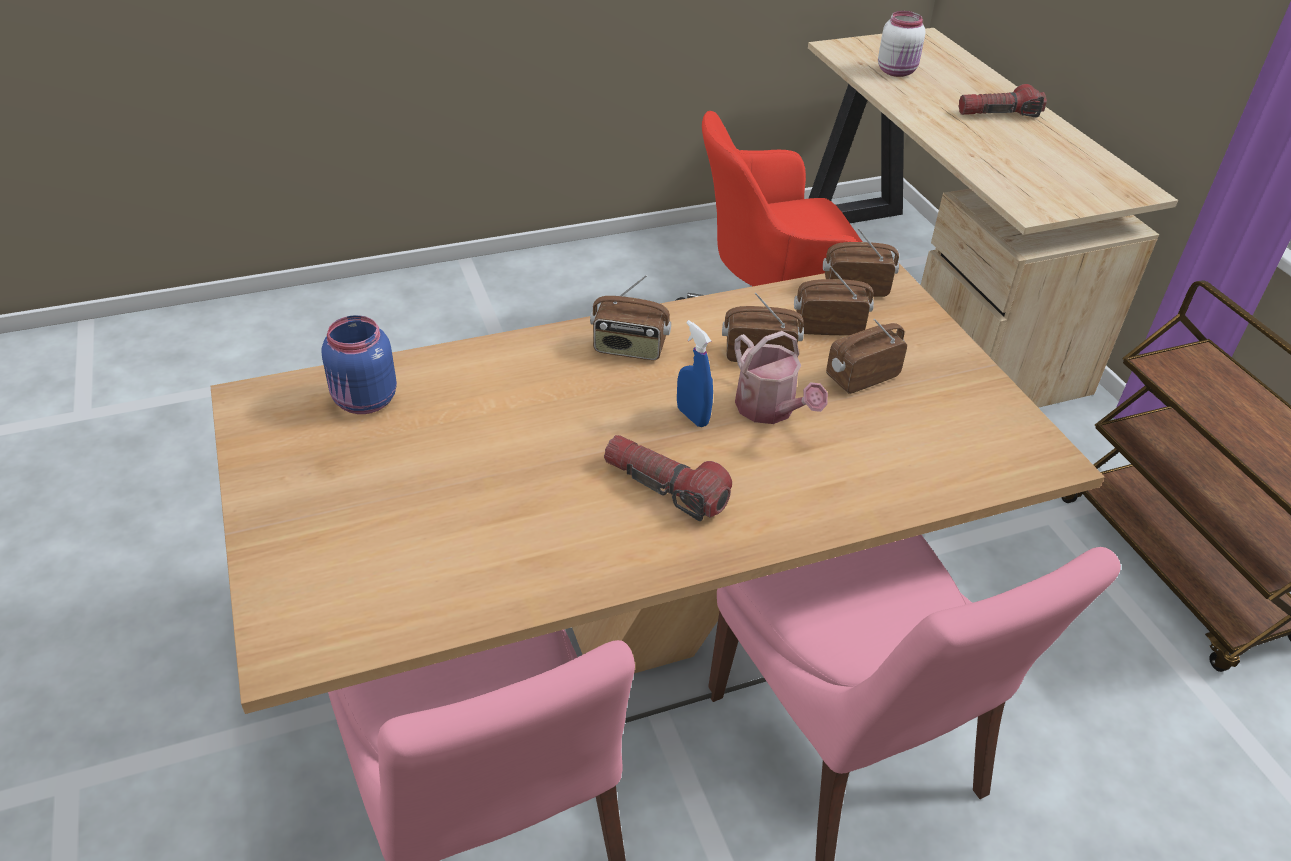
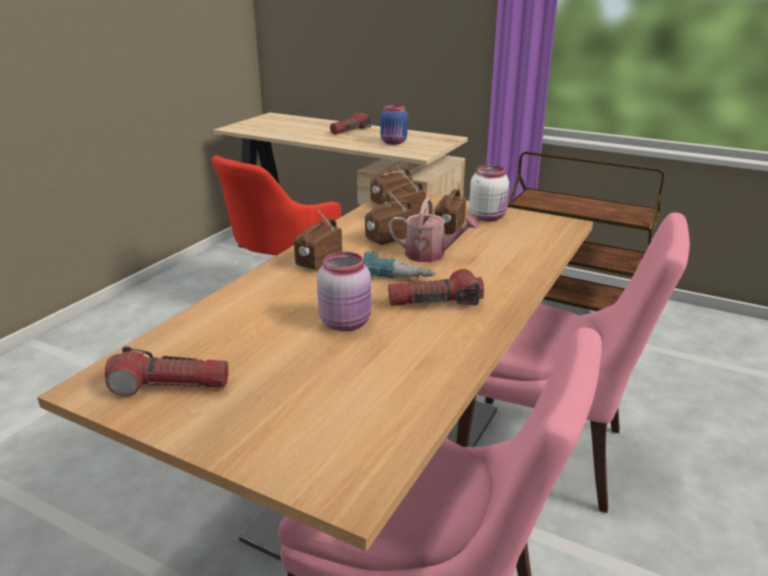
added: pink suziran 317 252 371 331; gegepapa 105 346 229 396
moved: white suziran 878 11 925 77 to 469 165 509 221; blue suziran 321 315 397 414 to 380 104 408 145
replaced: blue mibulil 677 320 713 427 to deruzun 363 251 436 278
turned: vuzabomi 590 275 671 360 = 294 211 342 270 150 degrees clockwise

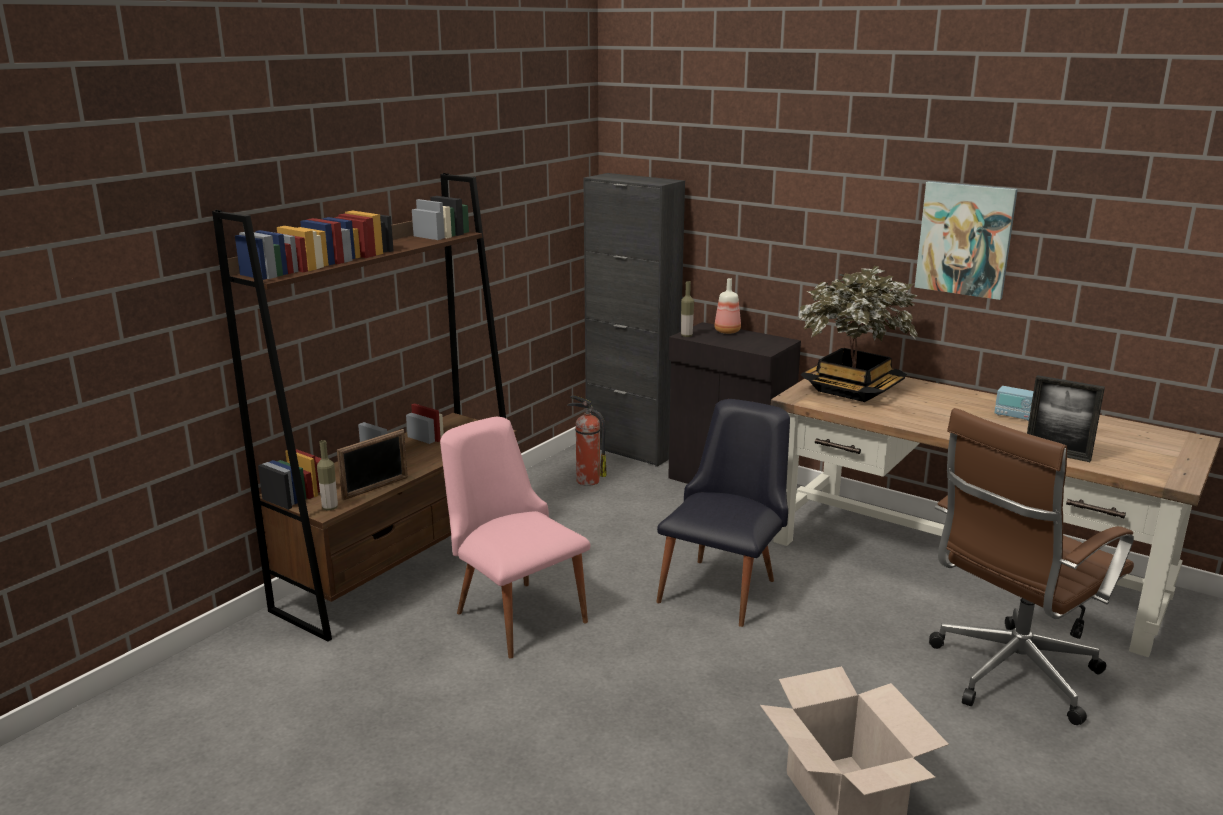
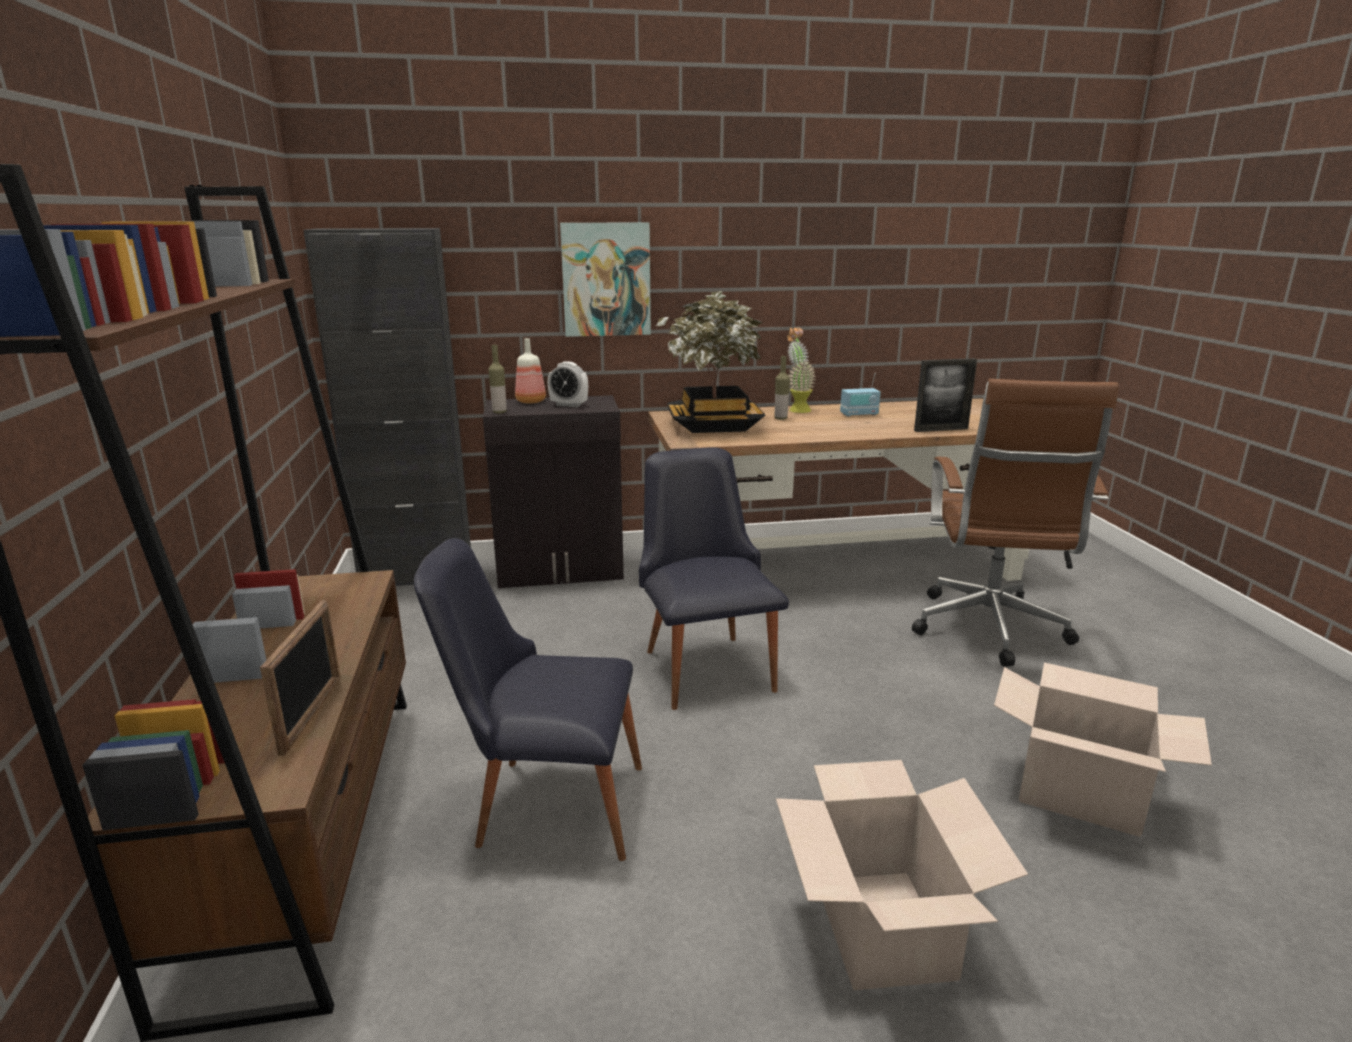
removed: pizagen 567 395 607 486
added: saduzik 787 327 816 413; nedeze 548 361 588 407; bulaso 776 760 1028 990
moved: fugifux 915 181 1018 300 to 560 223 651 337; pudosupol 317 440 338 510 to 775 356 790 420
recoloured: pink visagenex 440 417 590 658 to black visagenex 414 538 642 861

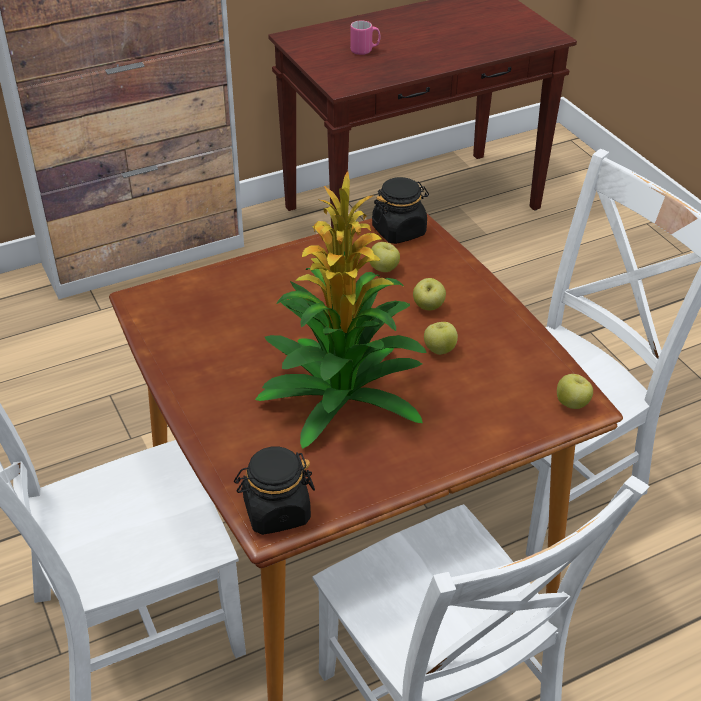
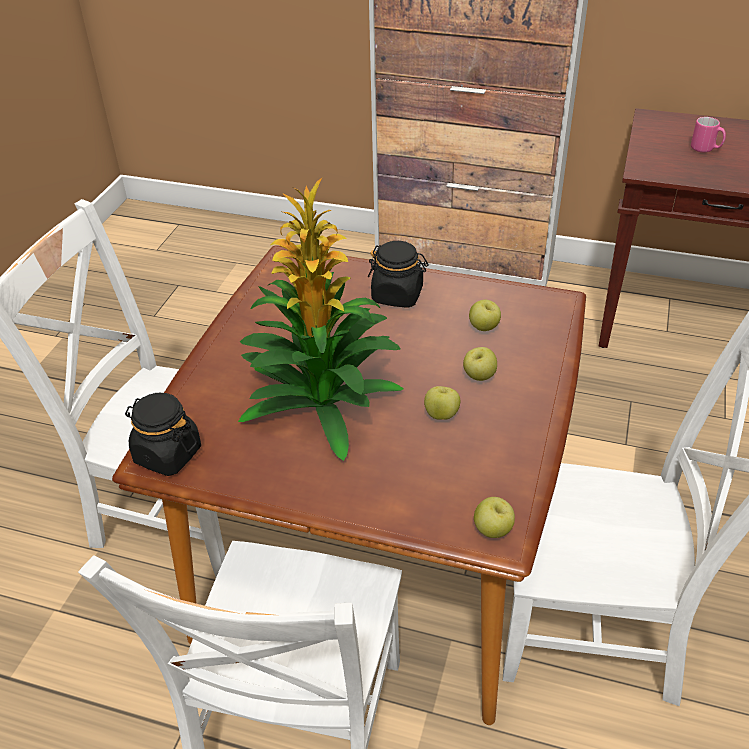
moved: black suziran 372 177 429 244 to 368 241 429 308

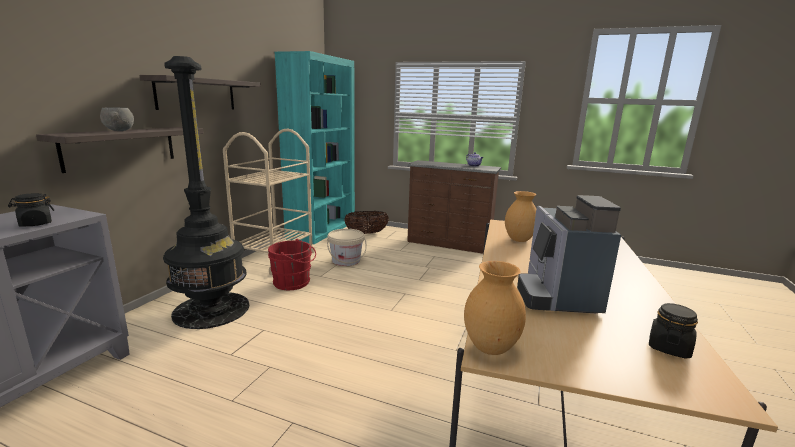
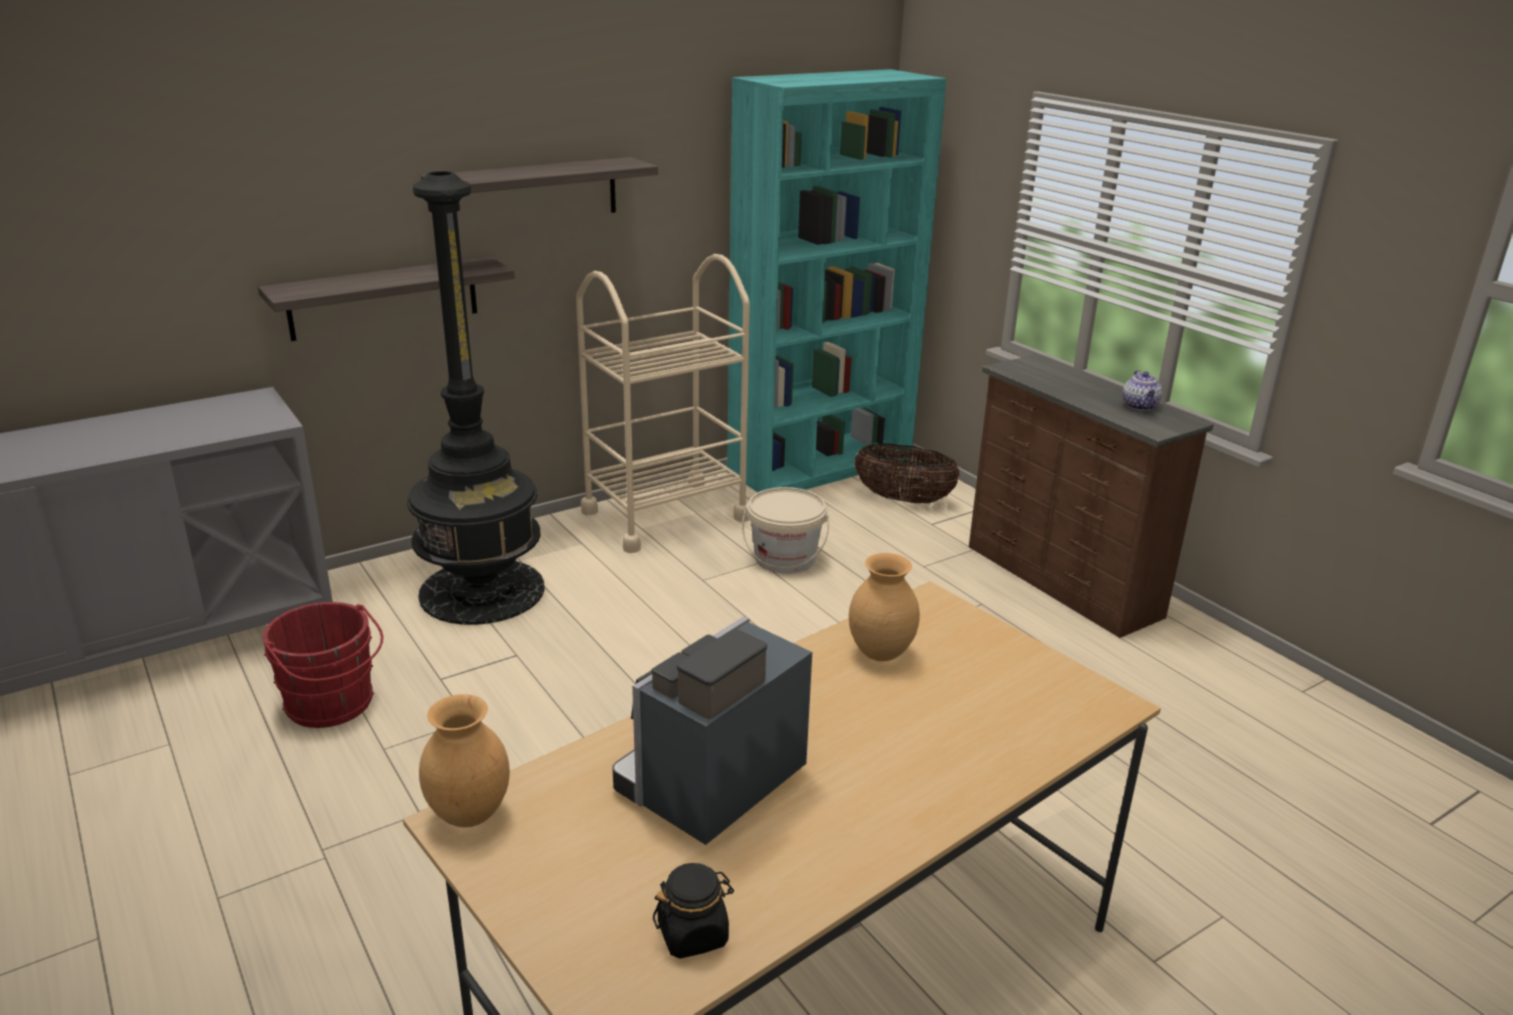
removed: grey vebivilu 100 108 134 131; black suziran 8 193 54 227
moved: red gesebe 268 239 316 290 to 263 602 383 728

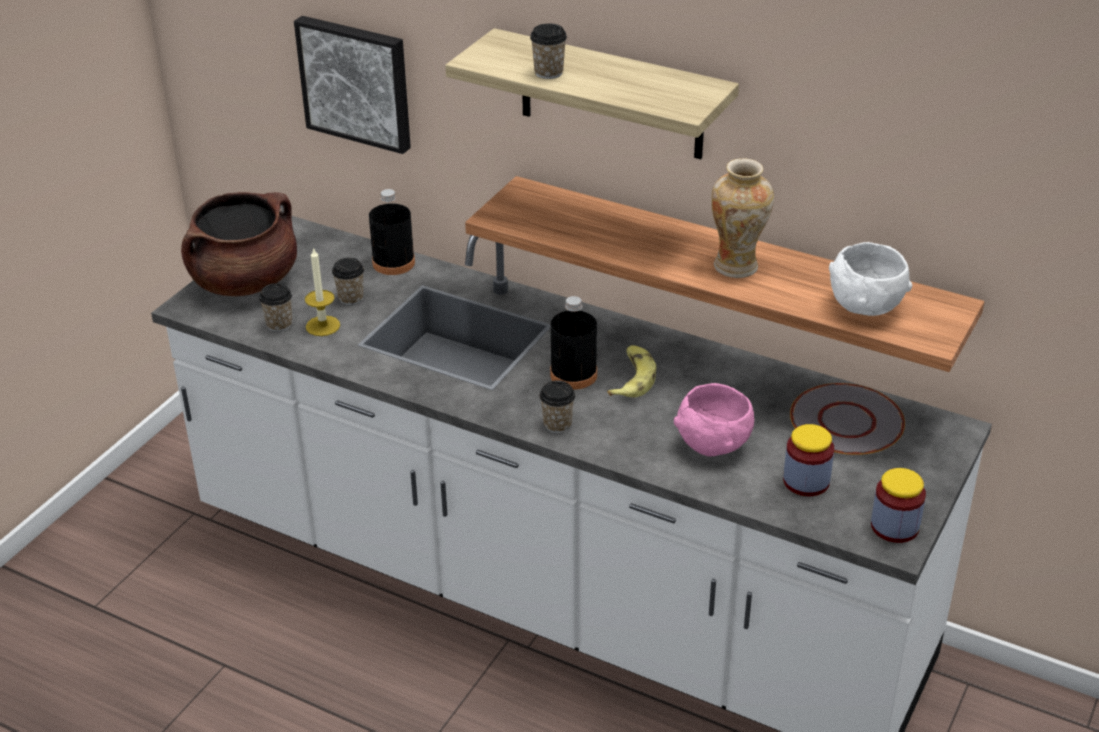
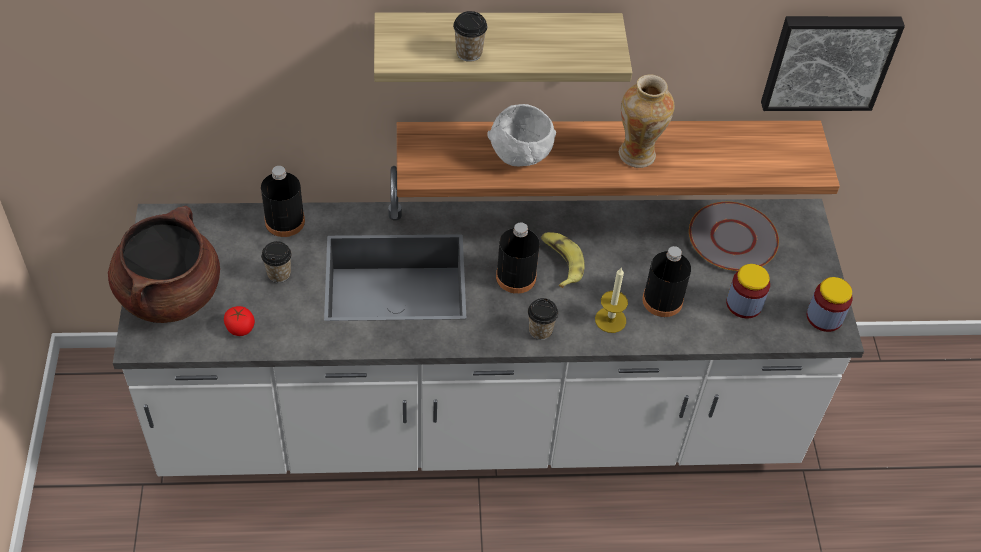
moved: fugifux 294 16 411 154 to 761 16 905 111; white vebivilu 829 242 912 316 to 487 104 556 166; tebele 305 247 340 336 to 595 268 628 333
replaced: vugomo 259 283 292 332 to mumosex 224 306 255 336; pink vebivilu 674 383 754 456 to black pudosupol 642 246 691 317

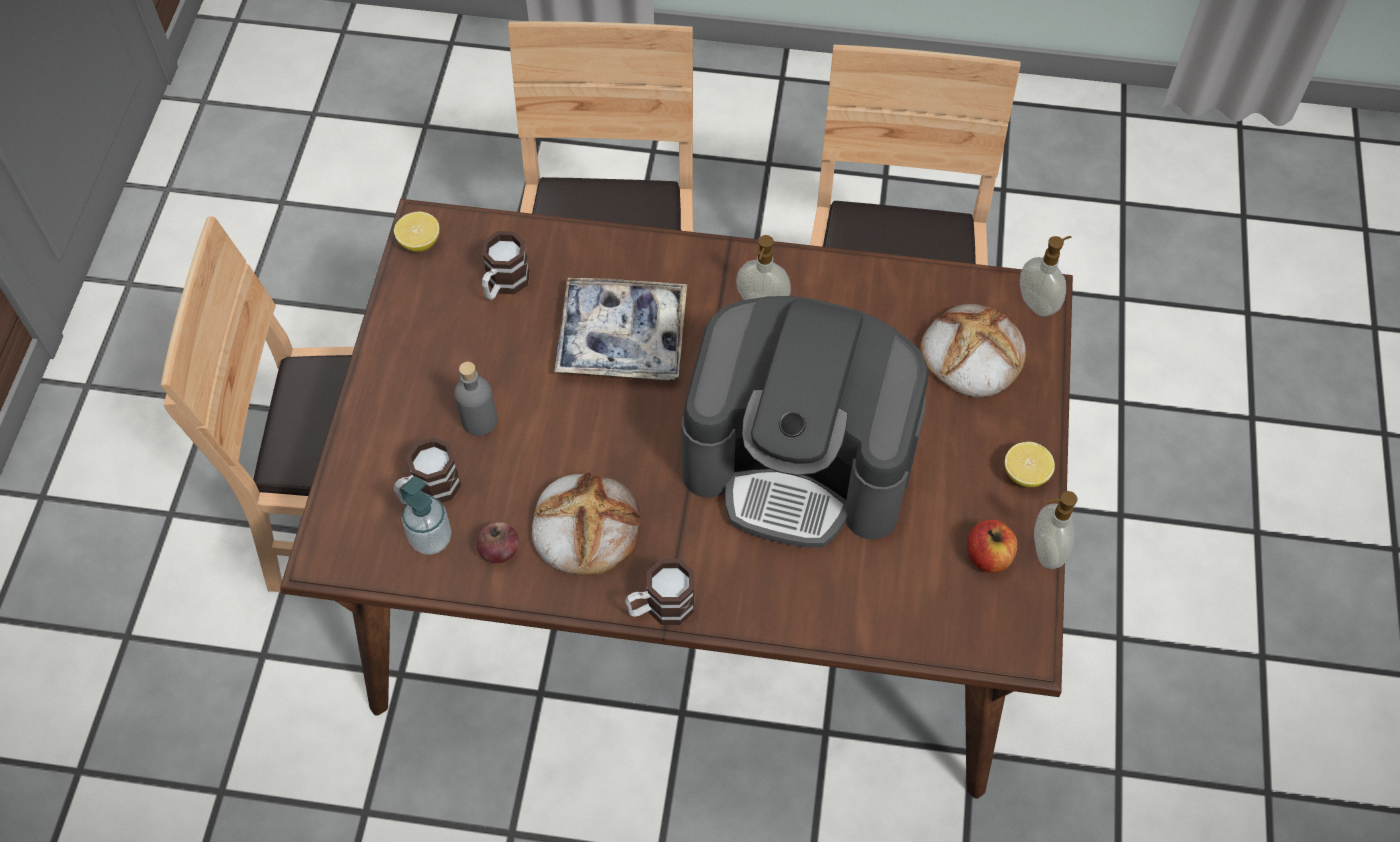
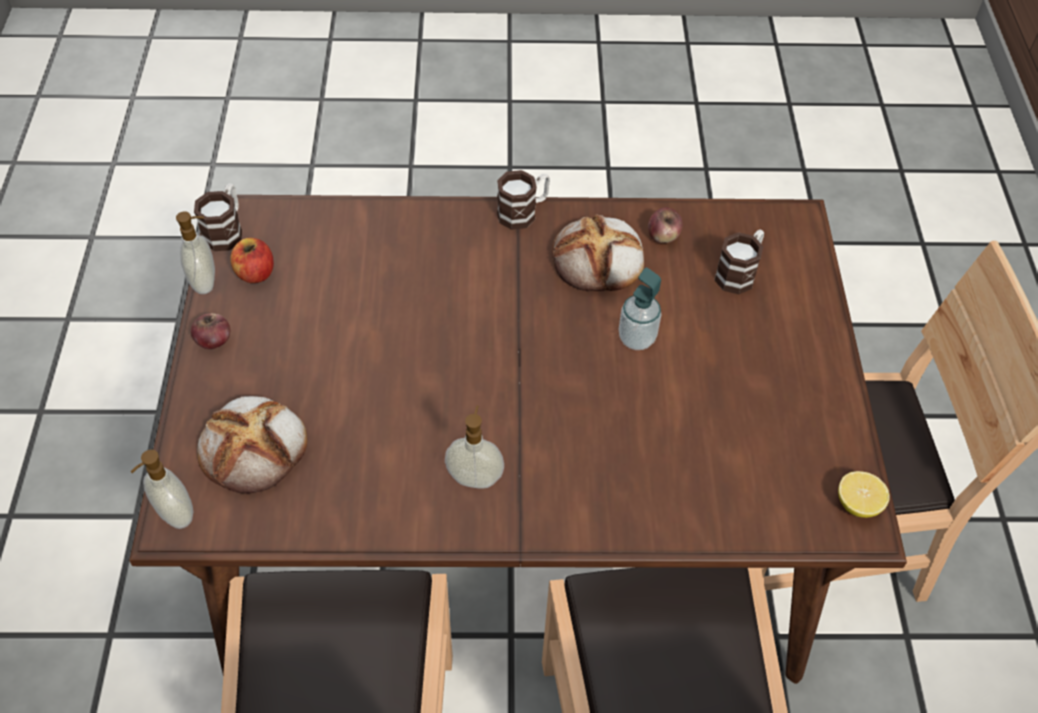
removed: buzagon 554 278 687 380; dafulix 681 296 929 548; grey pudosupol 454 362 497 436
moved: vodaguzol 482 231 530 300 to 194 184 242 251; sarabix 400 476 452 555 to 619 268 661 350
replaced: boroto 1005 442 1055 487 to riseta 191 313 230 349

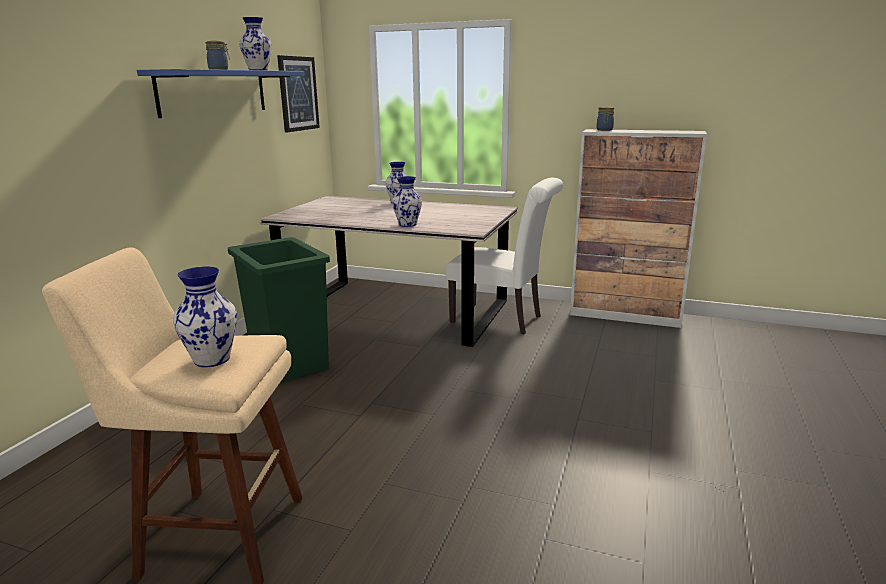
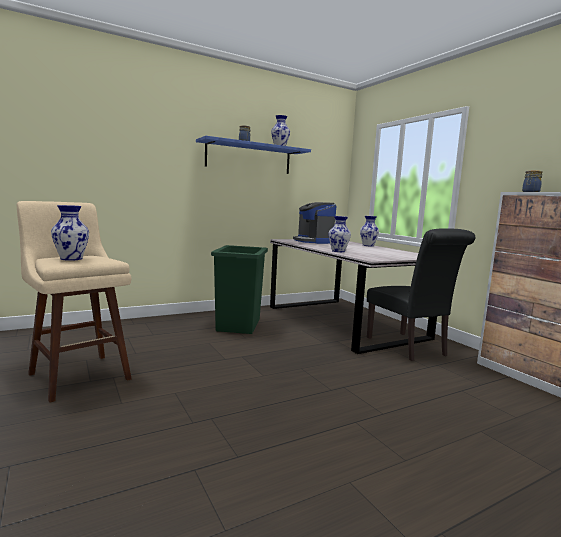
removed: fugifux 277 55 320 132
added: dafulix 293 202 337 244
recoloured: white visagenex 446 178 563 335 to black visagenex 367 228 475 361

